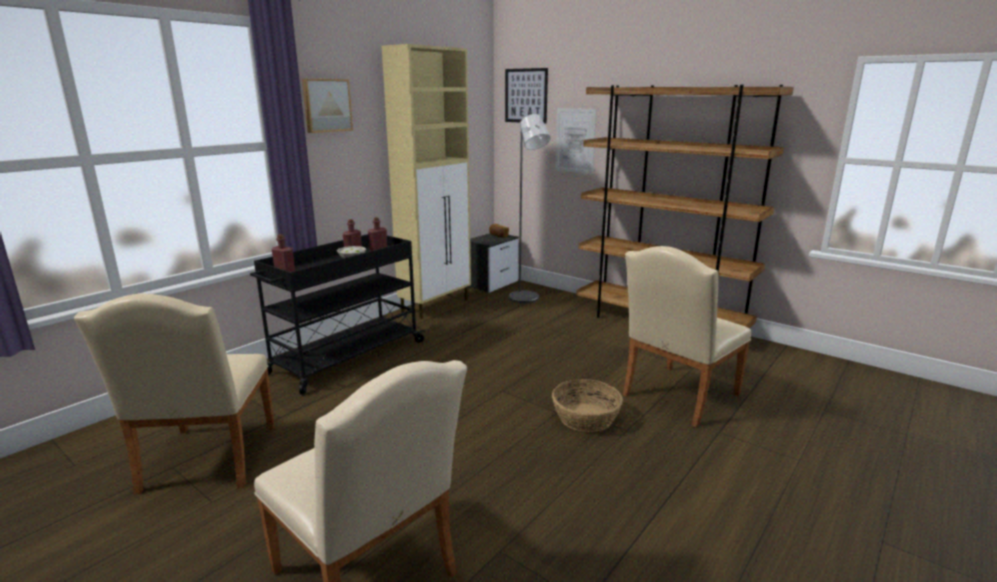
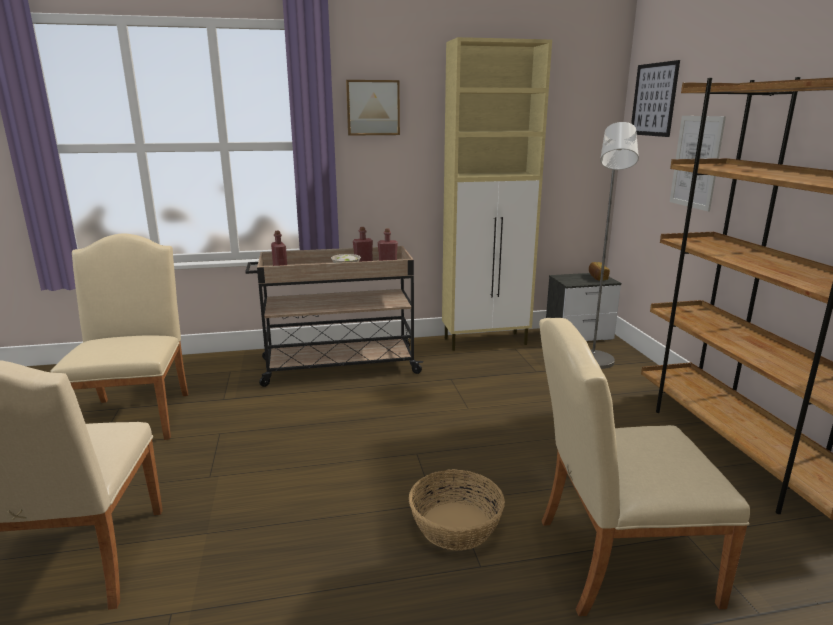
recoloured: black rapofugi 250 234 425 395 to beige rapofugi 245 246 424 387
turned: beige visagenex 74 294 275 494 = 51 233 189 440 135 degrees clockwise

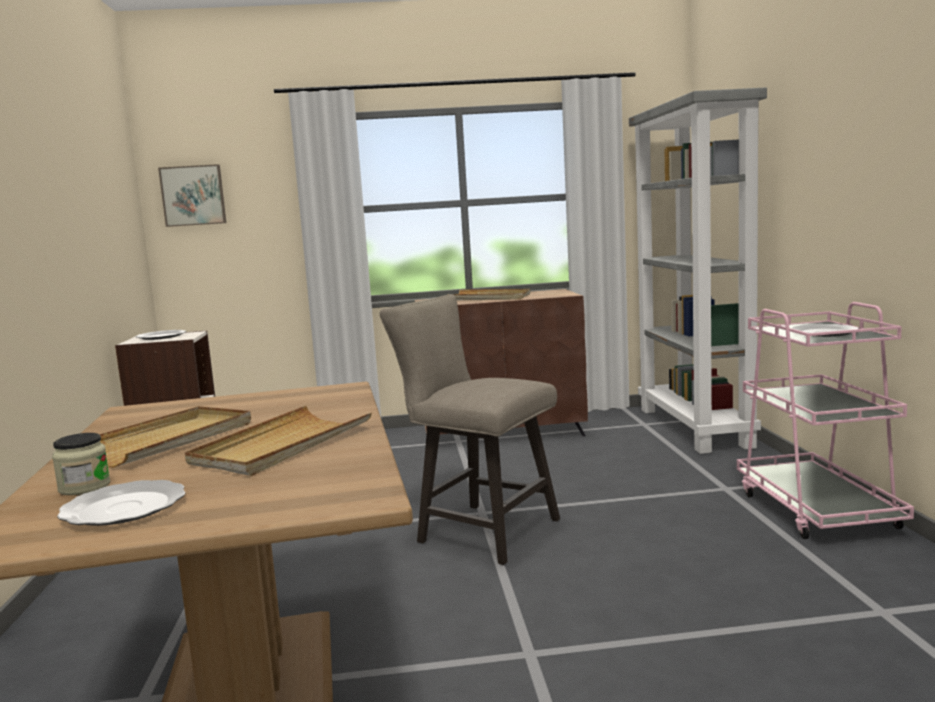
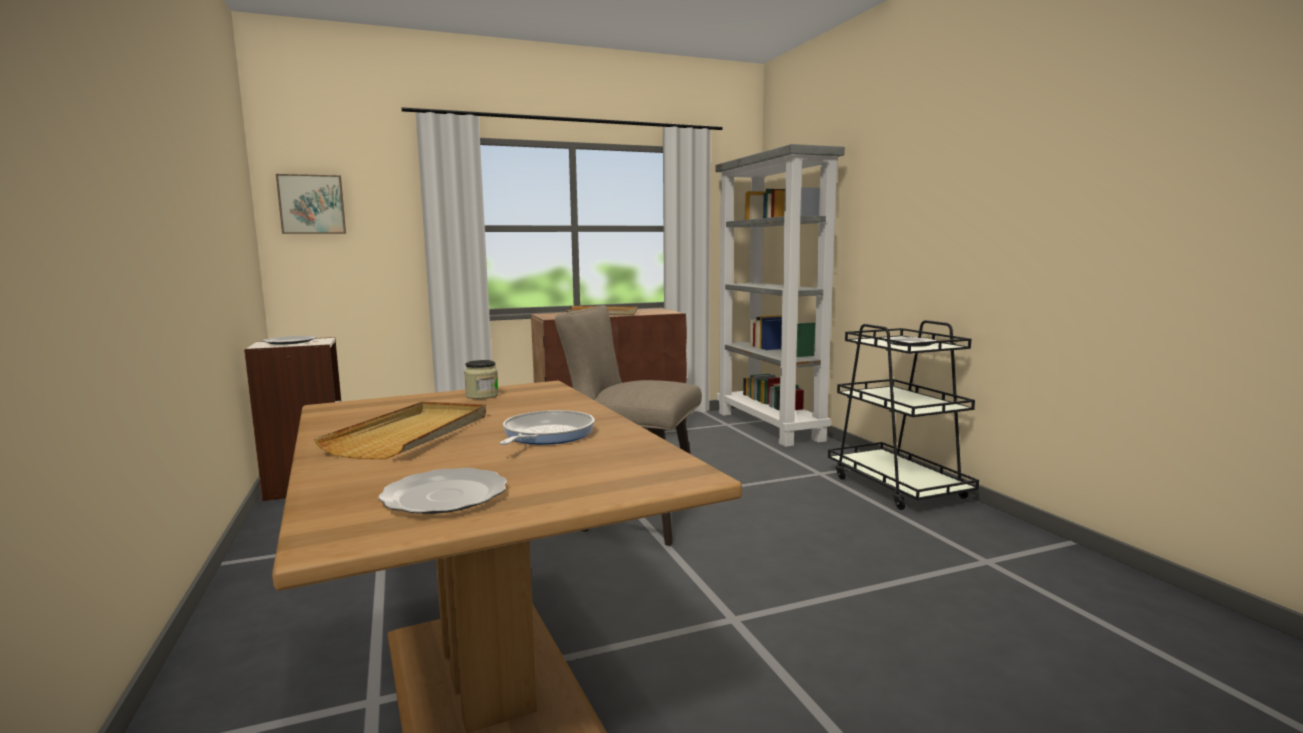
moved: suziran 52 433 110 495 to 464 360 499 399
replaced: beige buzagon 185 406 372 476 to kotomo 499 410 595 445
recoloured: pink rapofugi 737 302 914 539 to black rapofugi 828 320 979 510

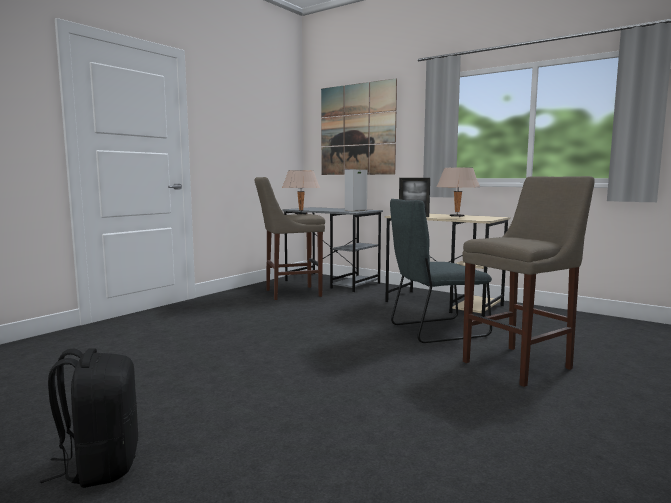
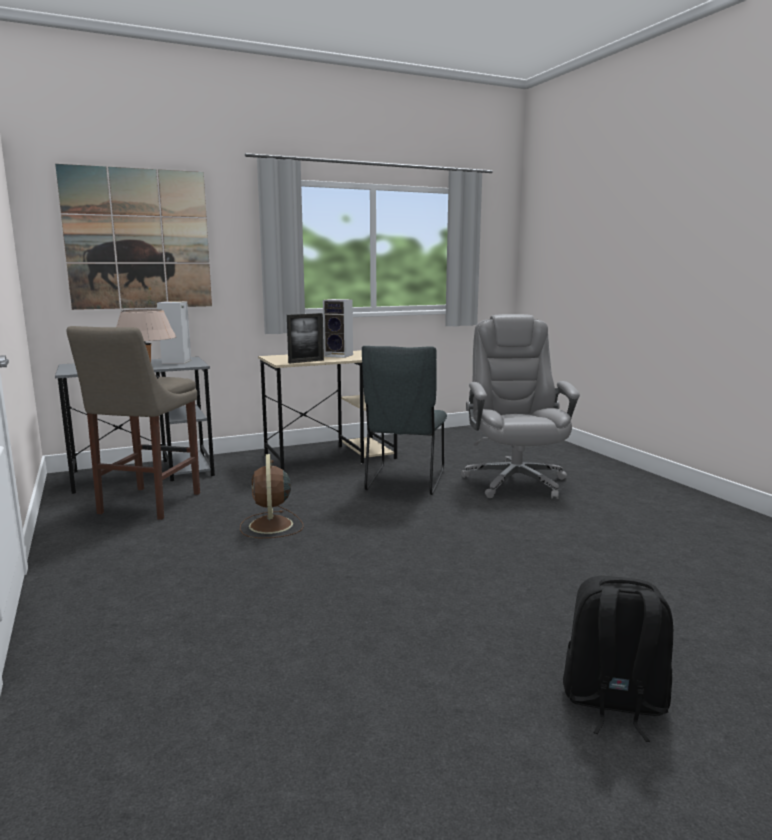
added: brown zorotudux 240 454 304 538
replaced: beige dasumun 436 167 480 217 to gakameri 323 299 353 358; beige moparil 462 176 595 387 to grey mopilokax 461 314 580 499

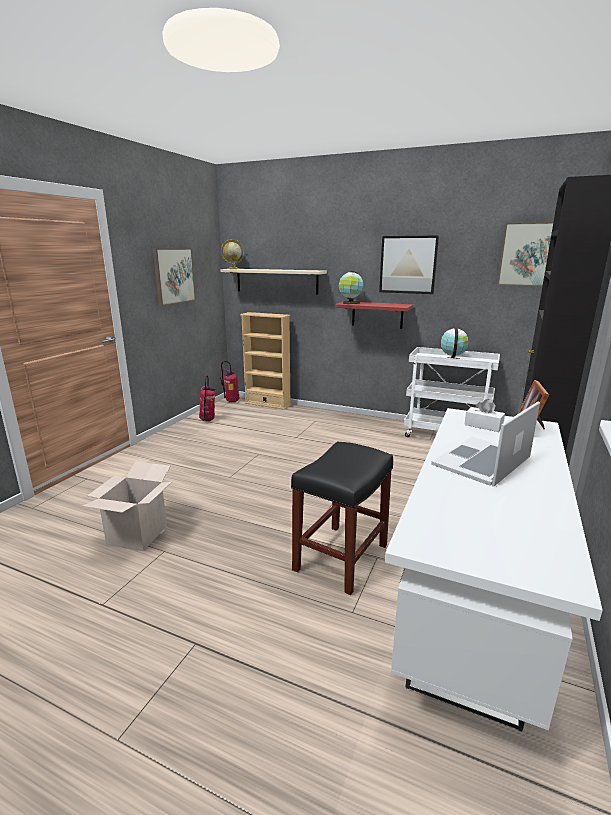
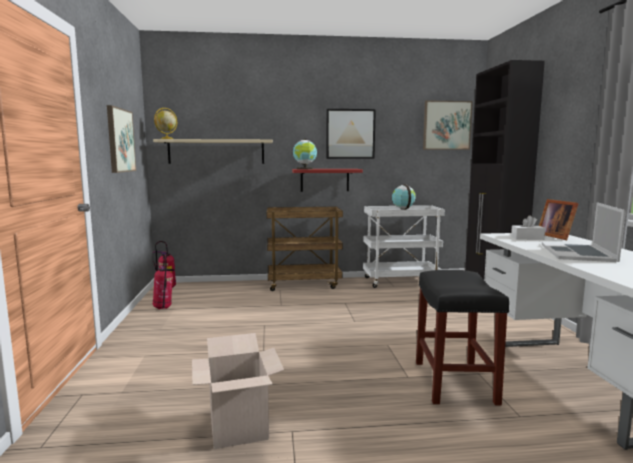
removed: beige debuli 240 312 291 410
added: brown rapofugi 267 207 343 291

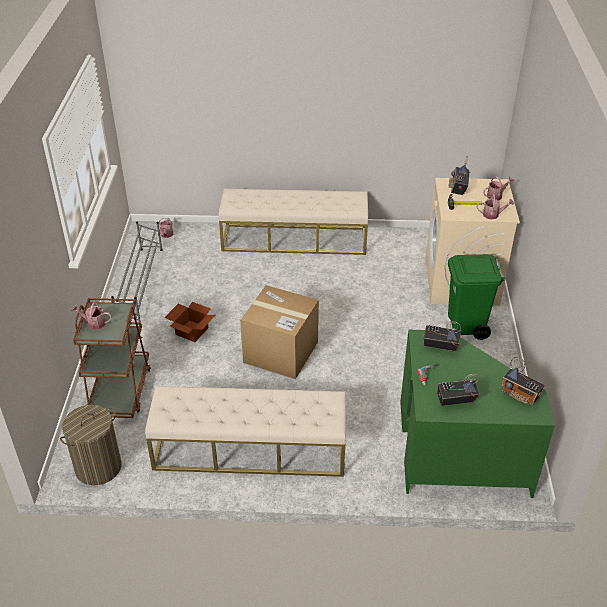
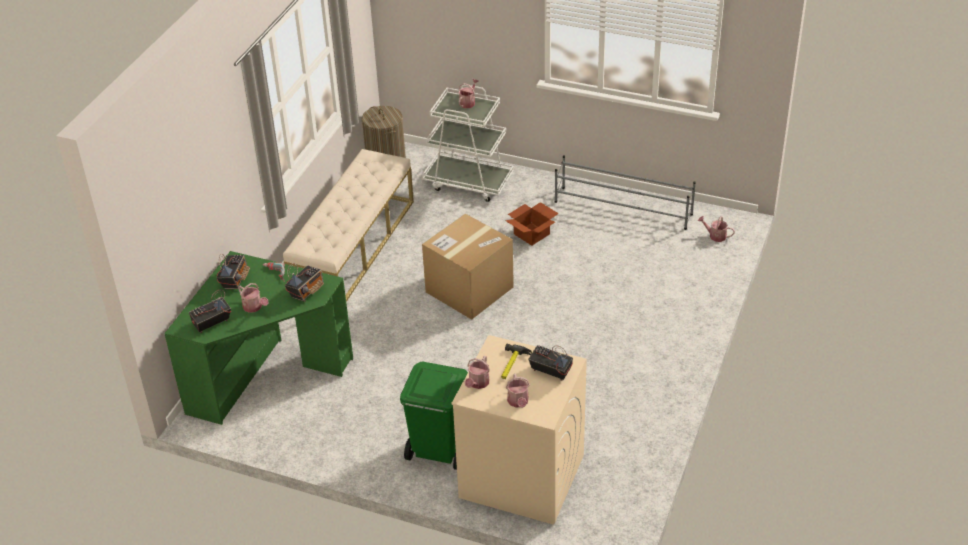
removed: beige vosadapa 218 188 368 255
added: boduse 238 283 269 313
recoloured: brown rapofugi 73 298 151 418 to white rapofugi 422 85 514 202

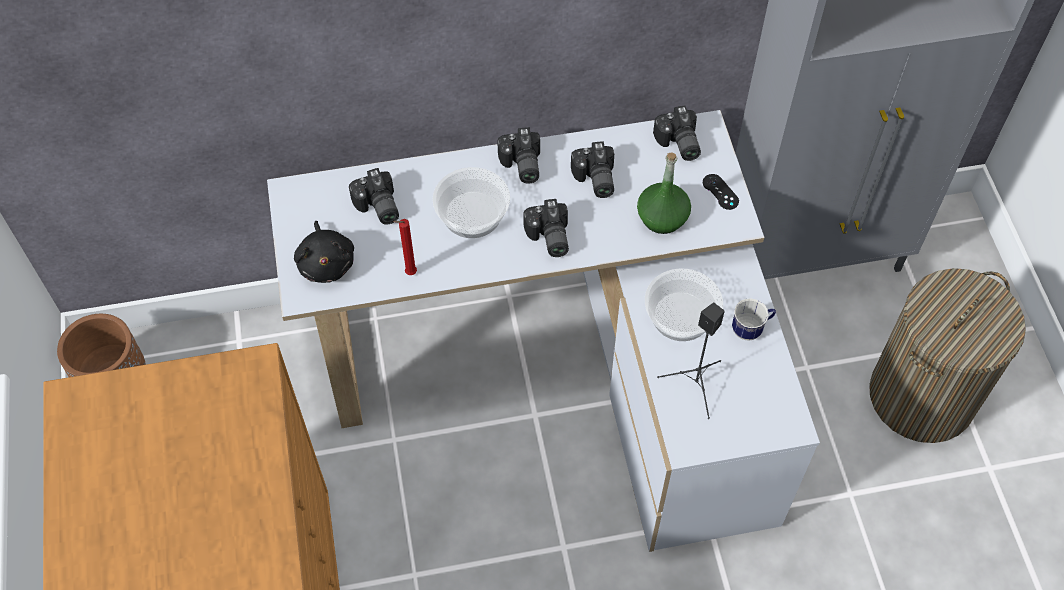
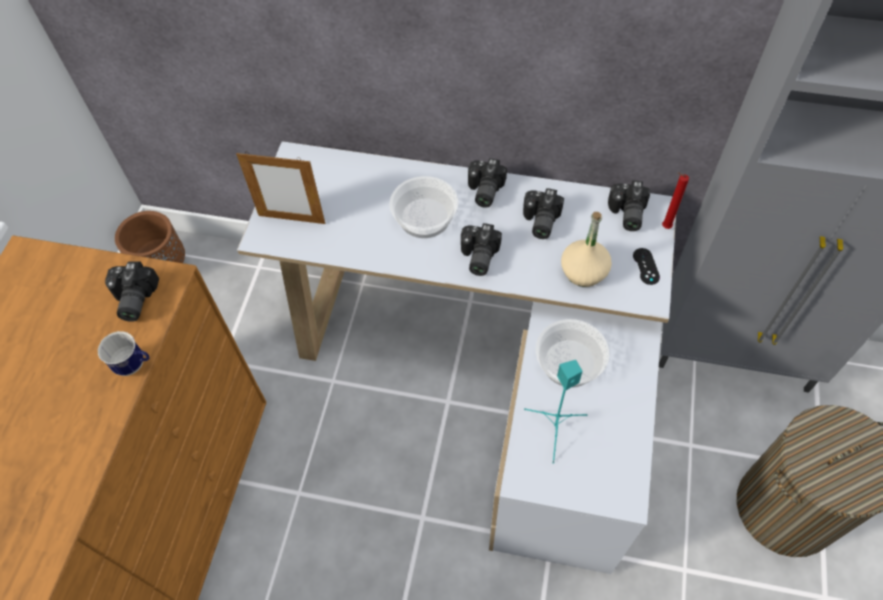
moved: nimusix 349 168 399 225 to 105 261 159 322; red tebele 393 219 417 275 to 662 172 689 229; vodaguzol 732 298 776 341 to 98 331 149 376
replaced: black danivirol 294 221 354 283 to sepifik 236 152 325 224
recoloured: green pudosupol 637 152 691 234 to beige pudosupol 561 212 612 287; black gakameri 657 302 725 419 to turquoise gakameri 524 360 587 464

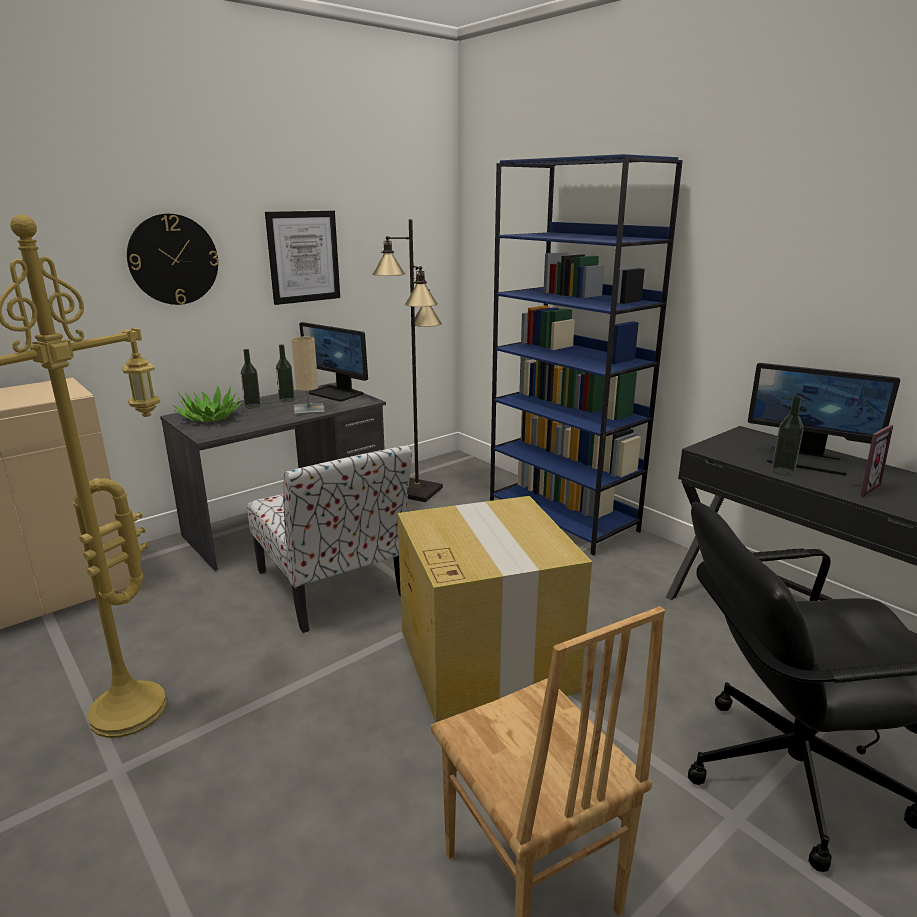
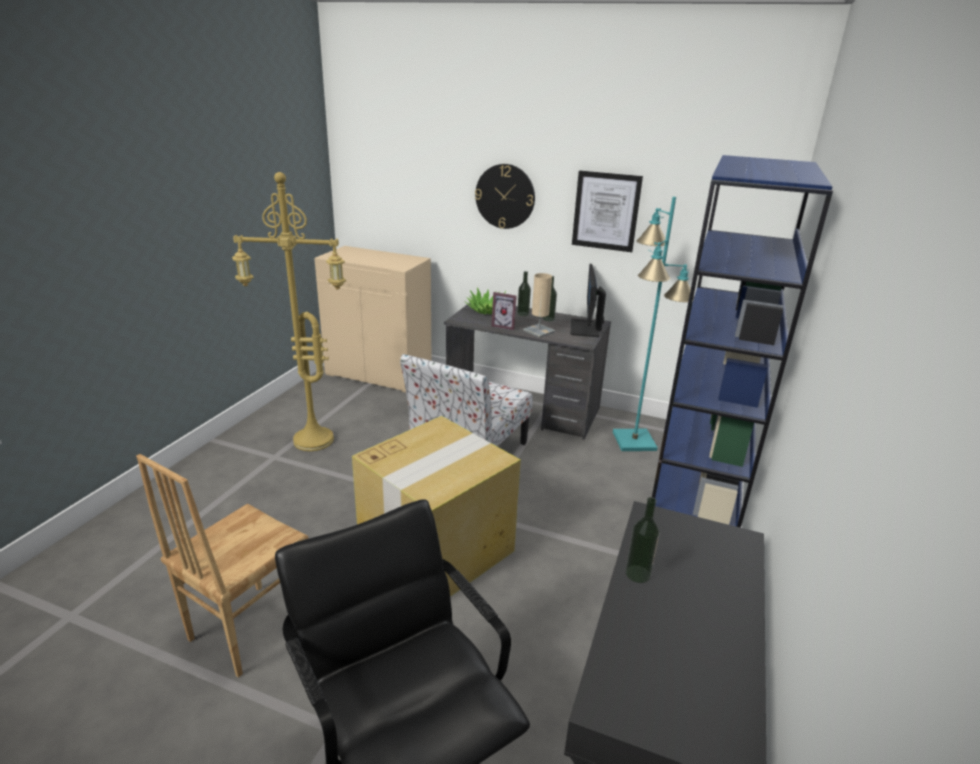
removed: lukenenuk 748 363 900 475
moved: sepifik 846 425 893 497 to 492 292 517 330
recoloured: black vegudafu 373 219 443 502 to turquoise vegudafu 613 197 694 451

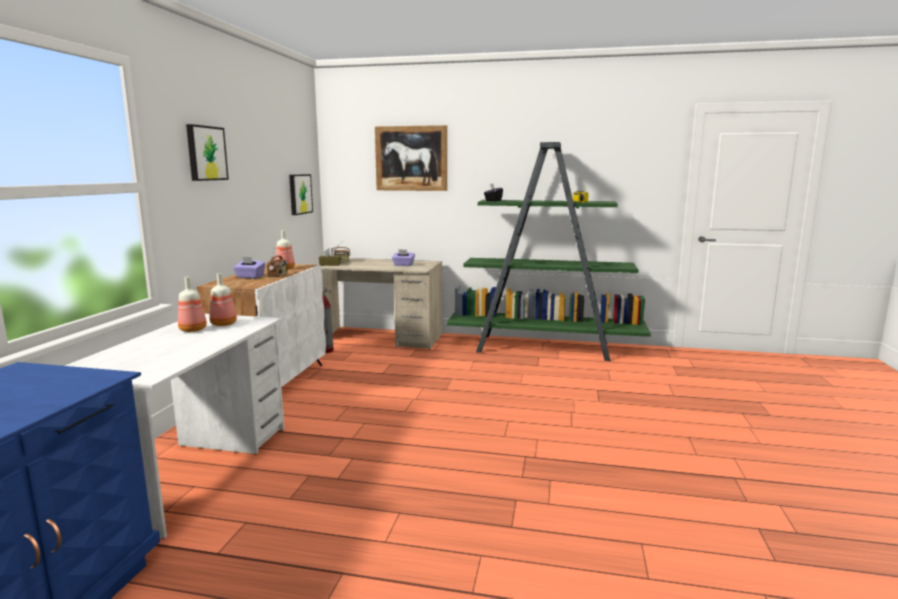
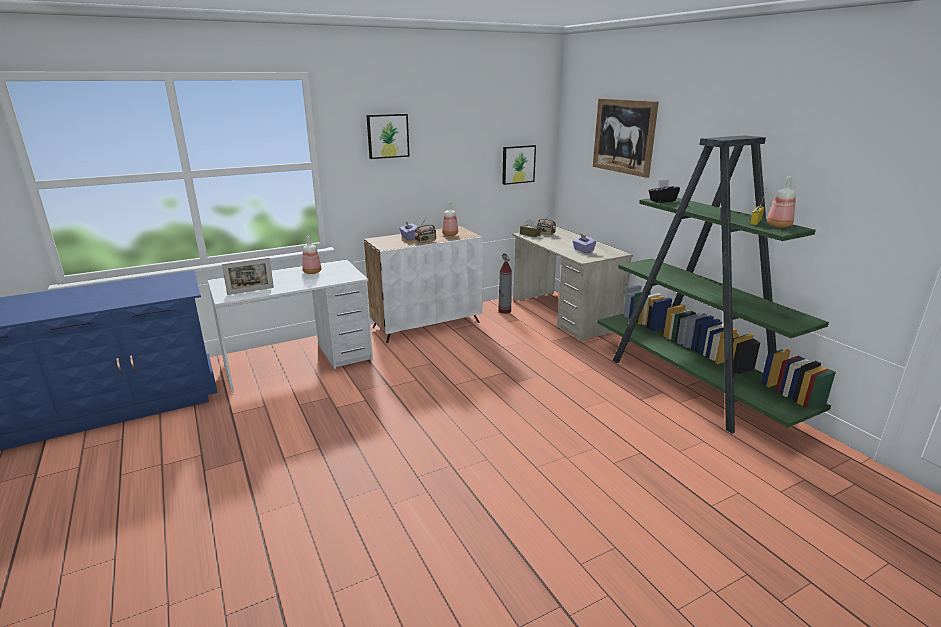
added: sepifik 222 258 274 295
moved: pudosupol 209 273 237 326 to 767 177 796 228

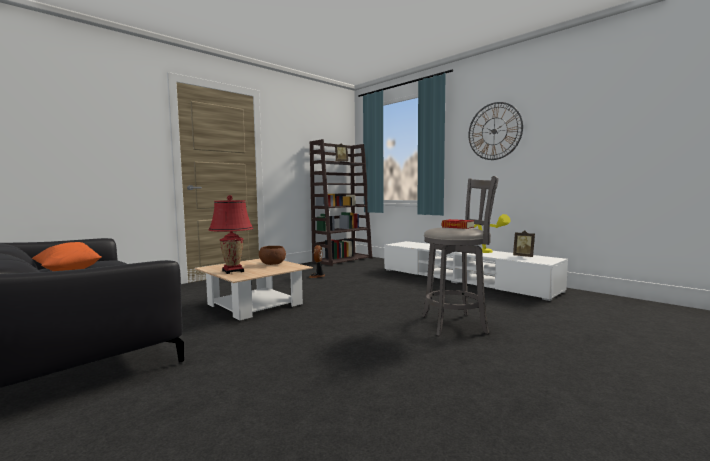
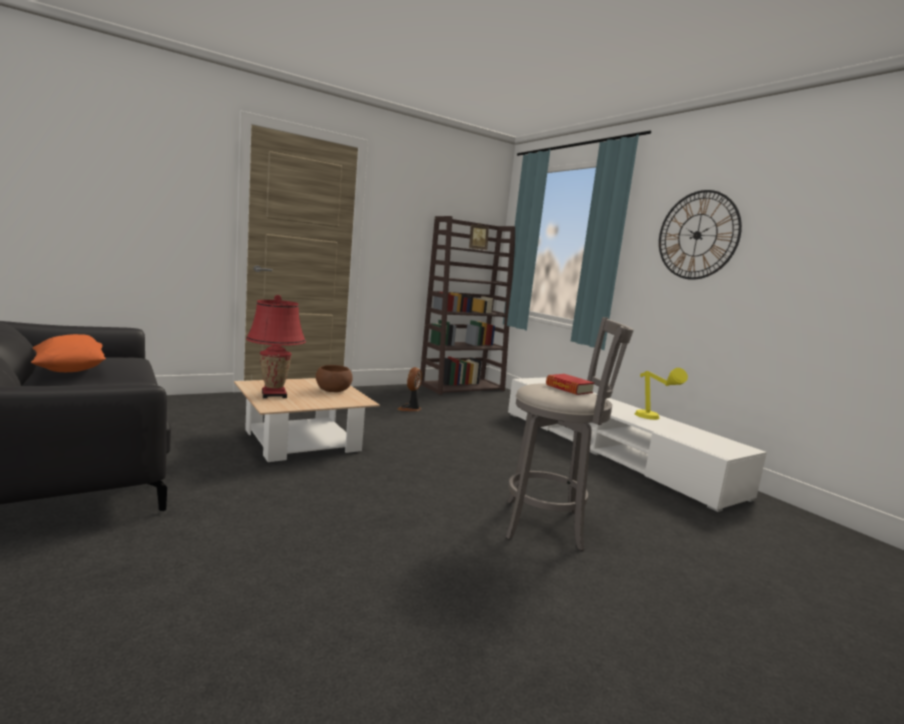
removed: sepifik 513 230 535 257

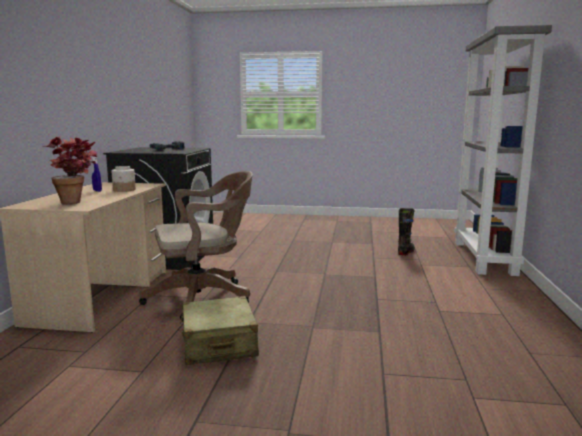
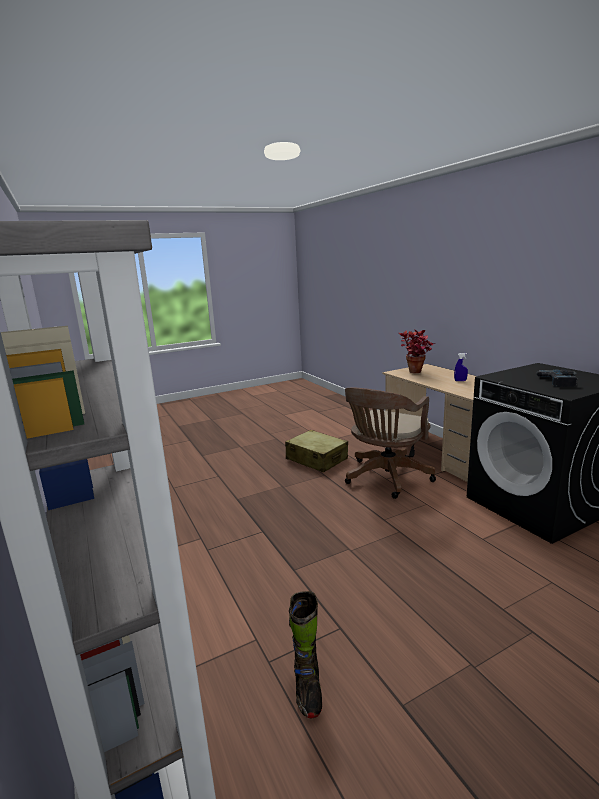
removed: suziran 112 166 136 192

